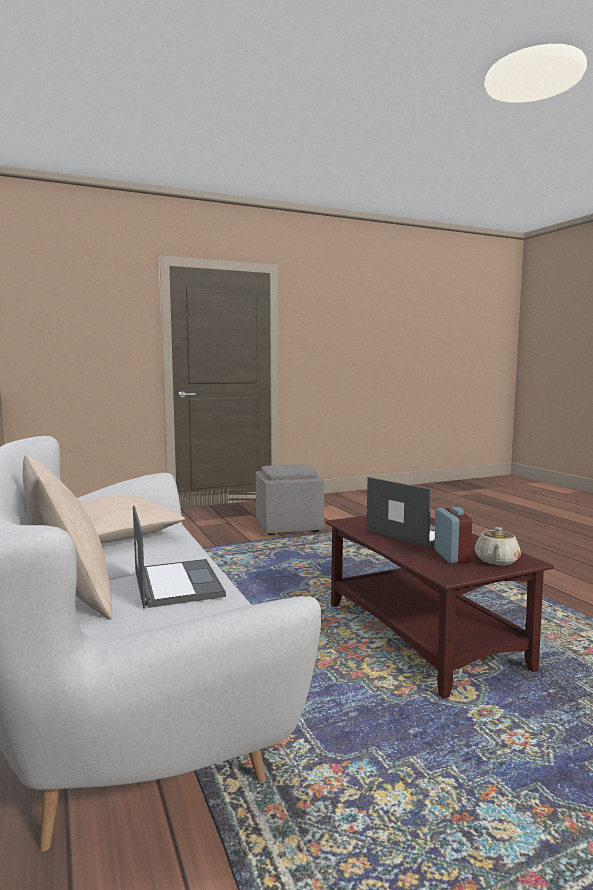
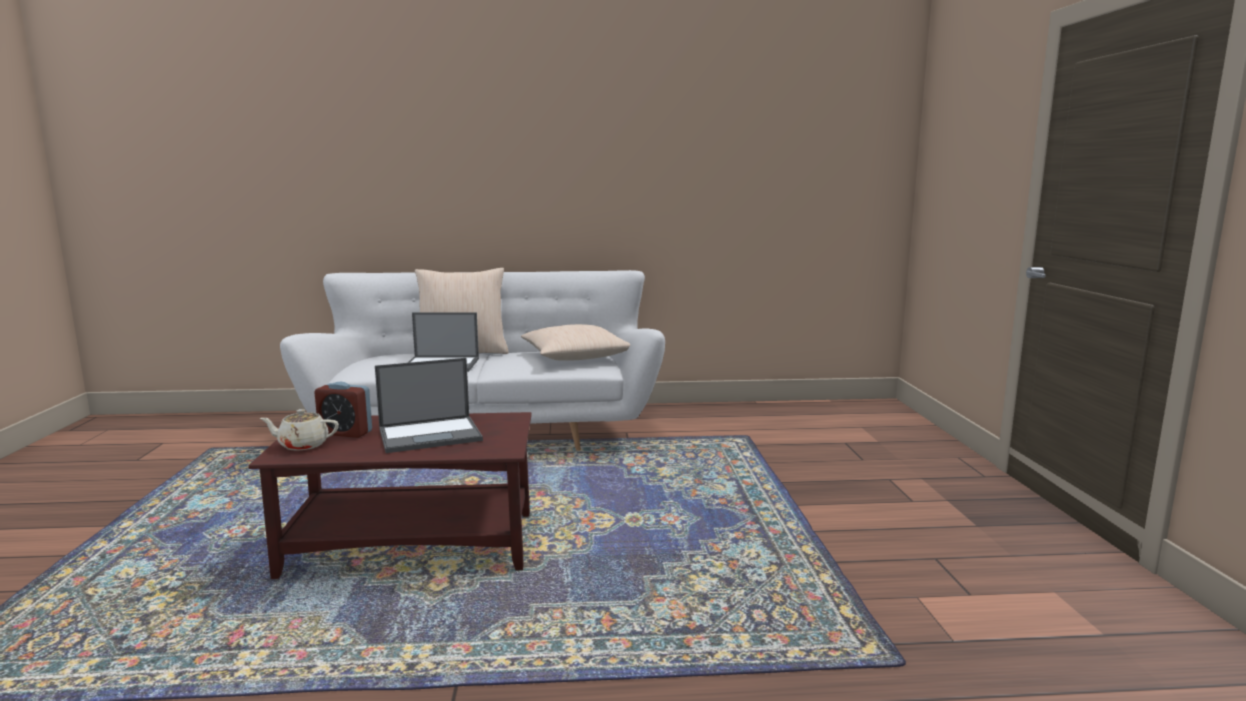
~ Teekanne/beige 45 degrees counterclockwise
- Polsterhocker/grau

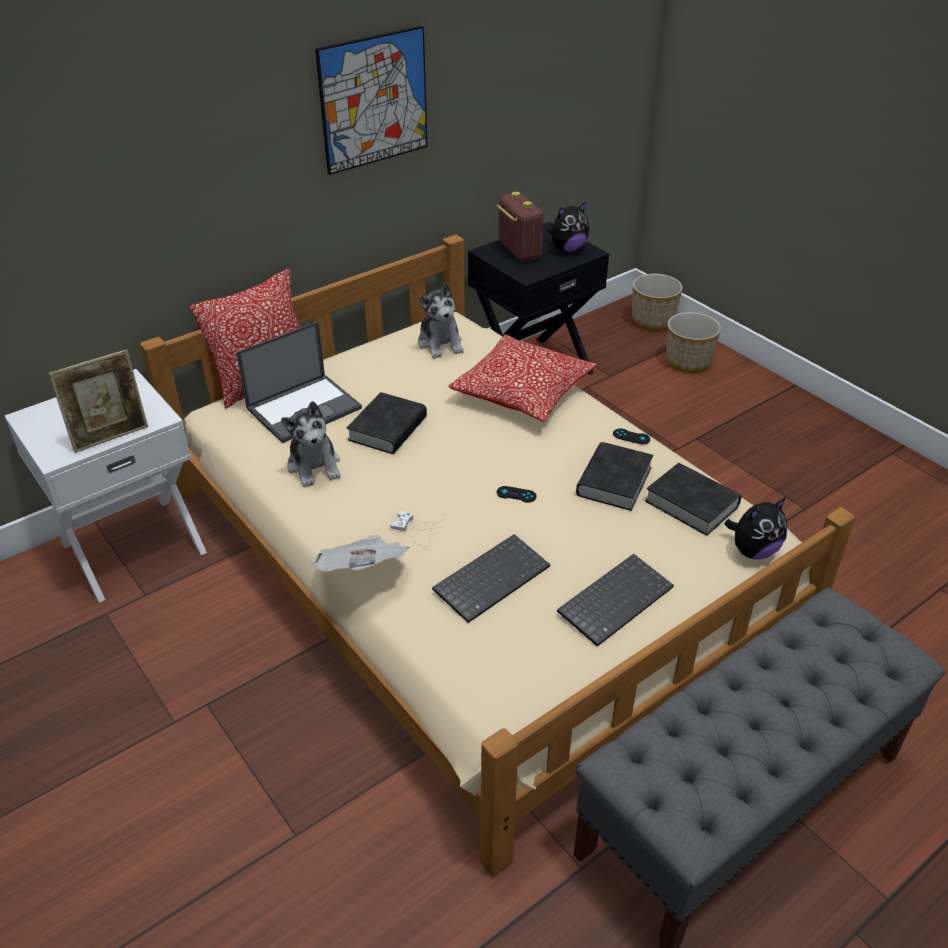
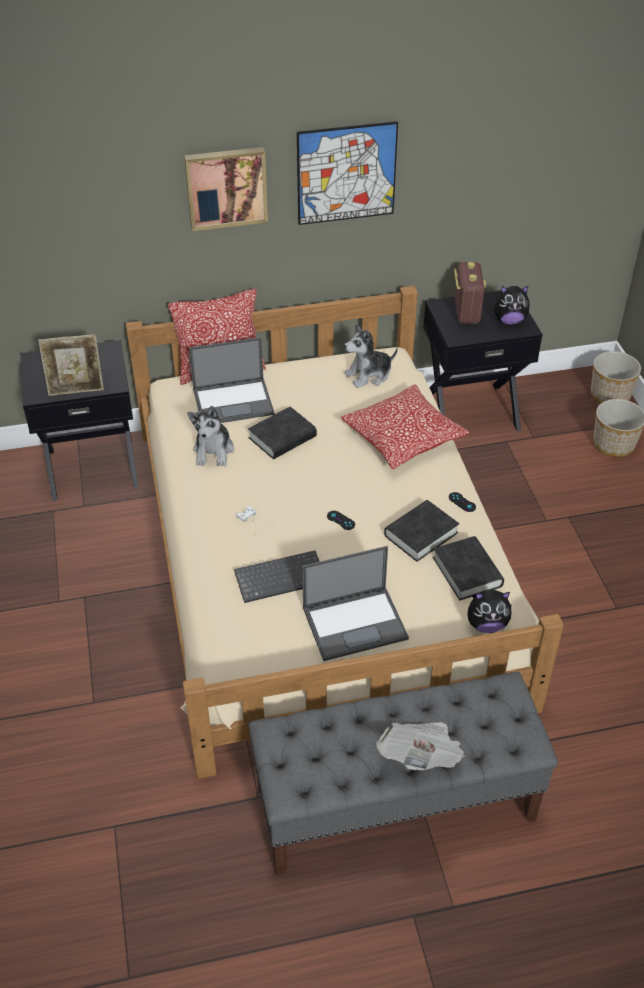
~ Nachttisch/weiß to Nachttisch/schwarz (1st from left)
+ Bild (1st from left)
~ Tastatur (2nd from left) to Laptop (2nd from left)
~ Plüschtier (2nd from left) 60 degrees clockwise
~ Zeitung

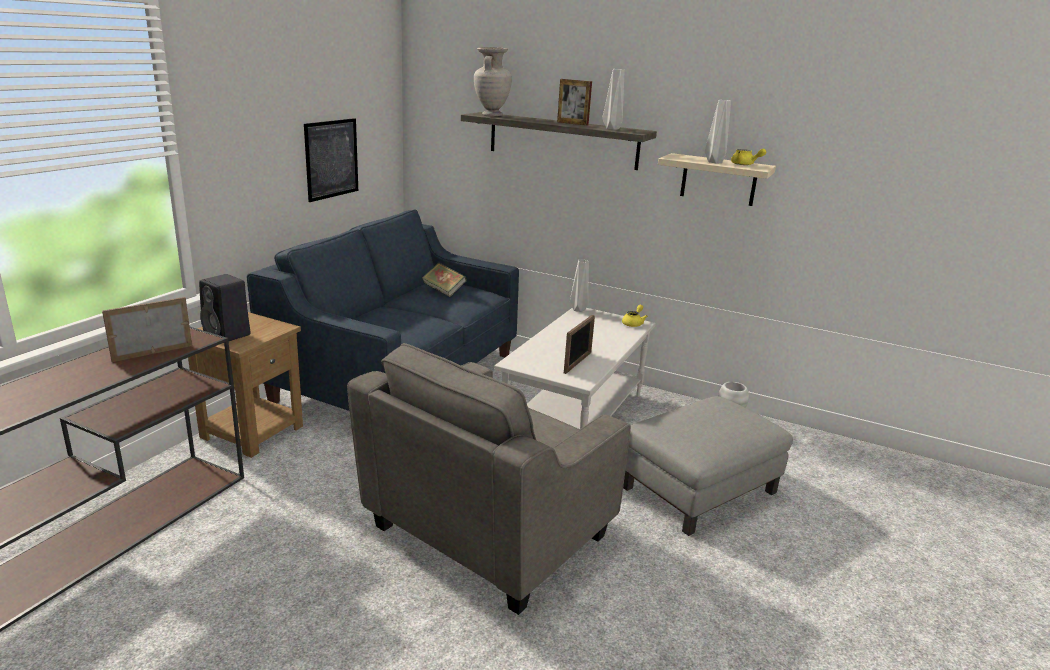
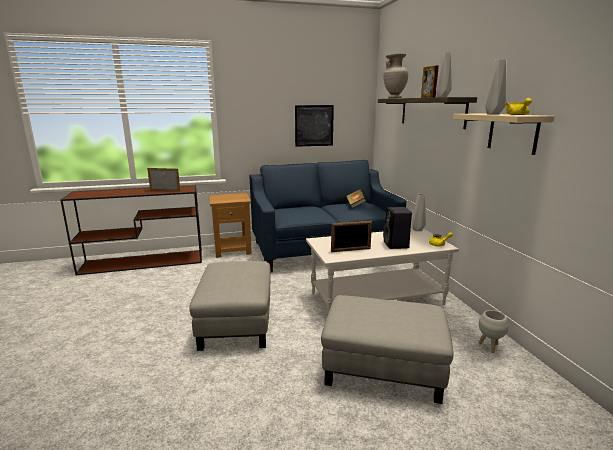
~ Sessel/grau to Polsterhocker/grau (1st from left)
~ Lautsprecher/schwarz

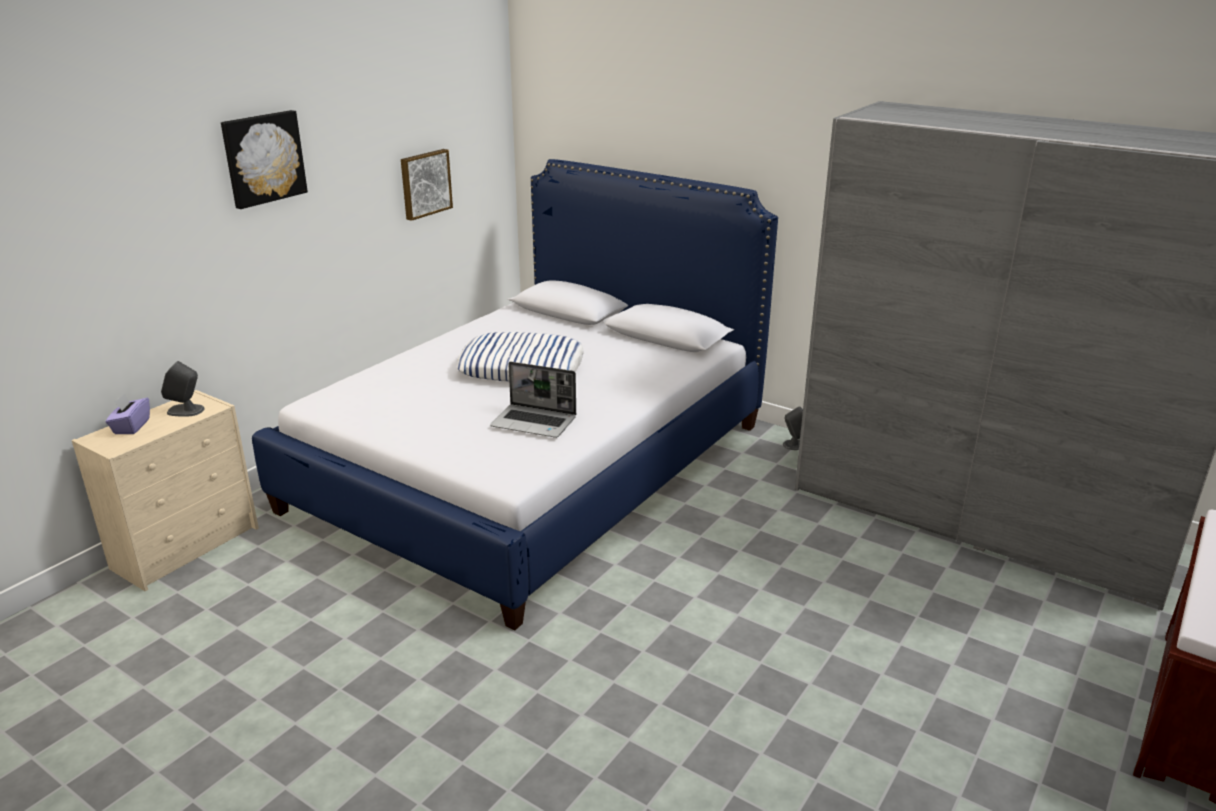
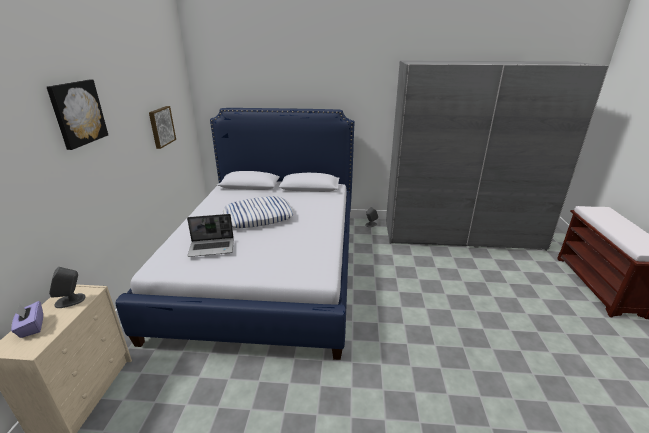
~ Laptop

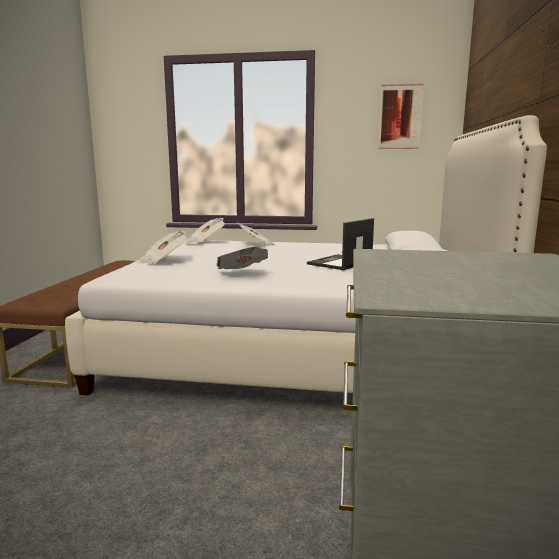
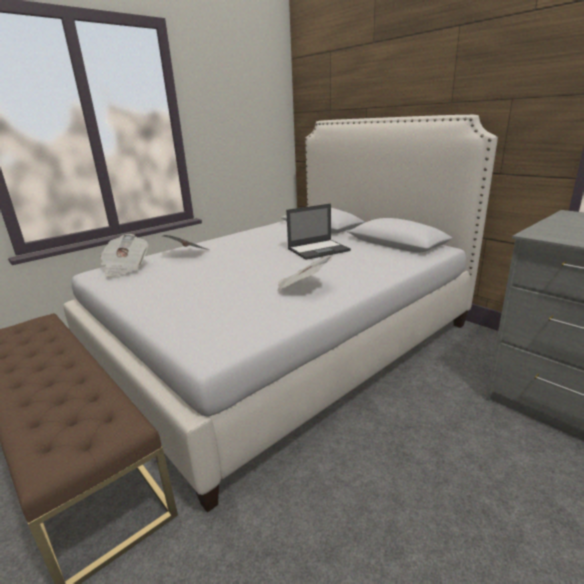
~ Laptop 105 degrees counterclockwise
- Zeitung (1st from left)
- Bild

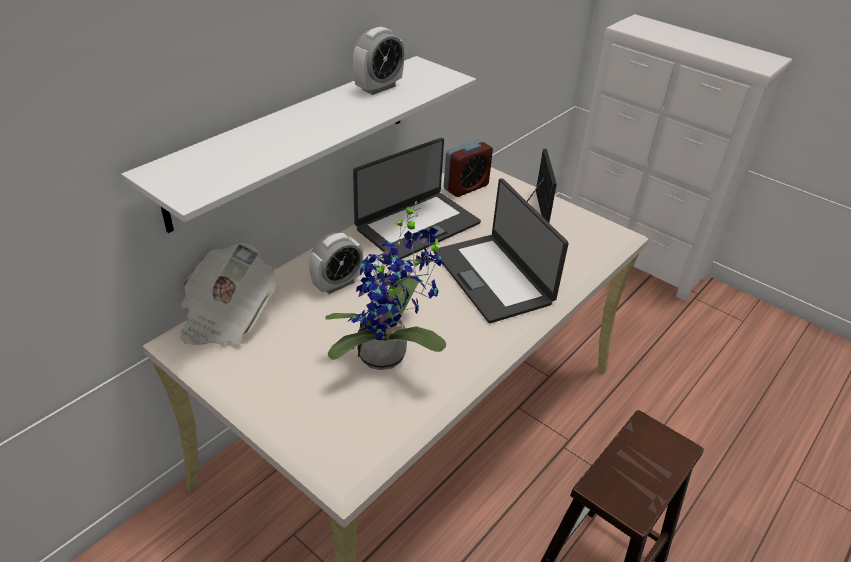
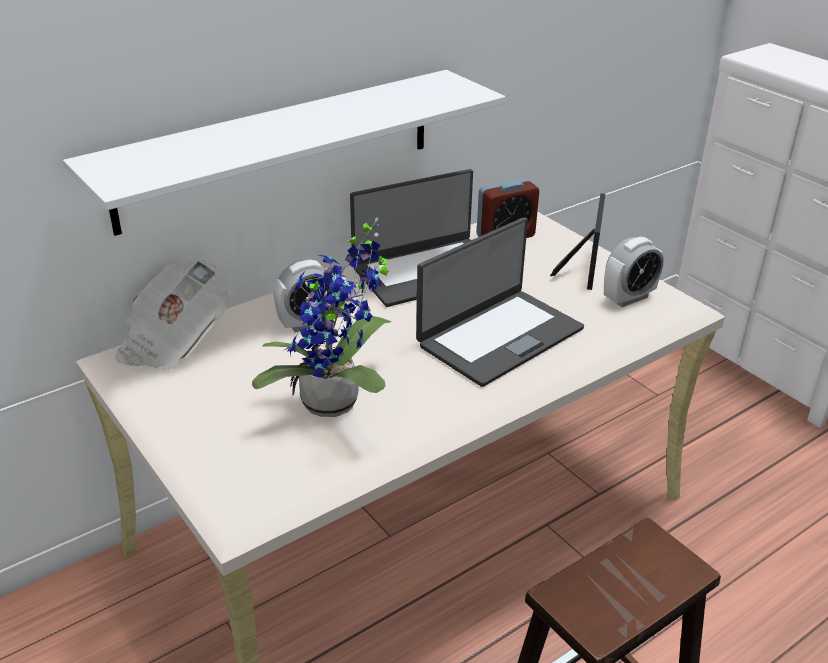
~ Laptop (2nd from left) 120 degrees counterclockwise
~ Wecker (2nd from left in the first image) to Wecker (3rd from left)

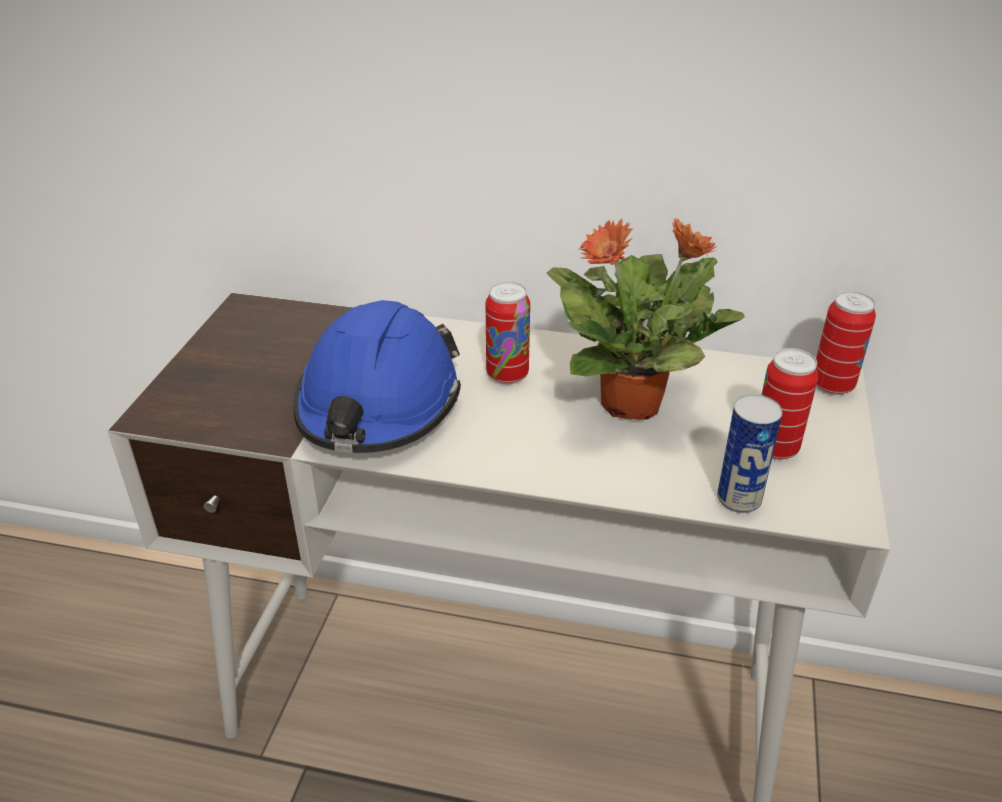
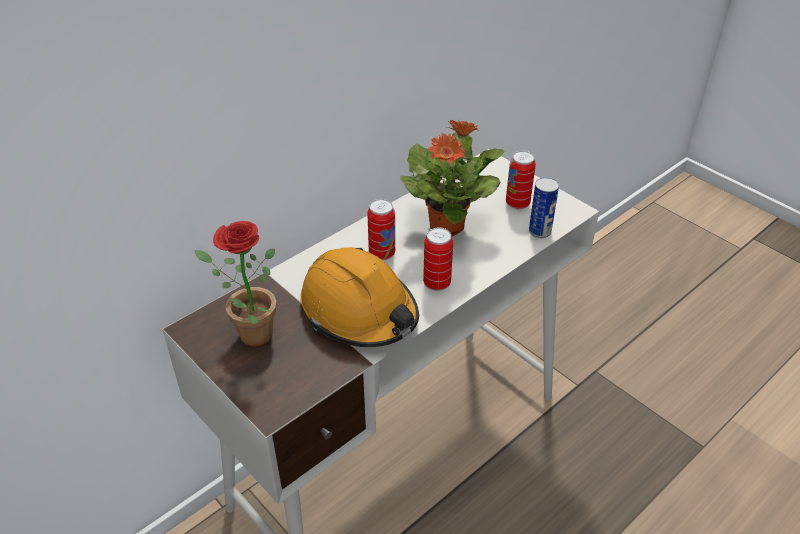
+ Topfpflanze (1st from left)
~ Schutzhelm/blau to Schutzhelm/orange
~ Dose (4th from left in the first image) to Dose (2nd from left)

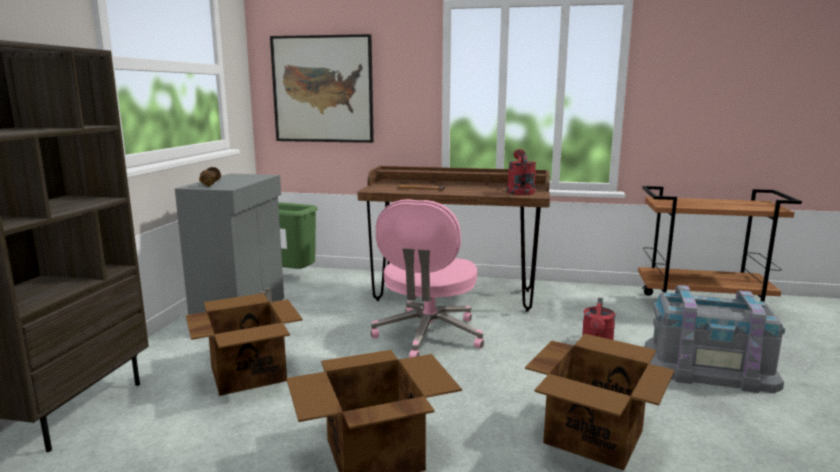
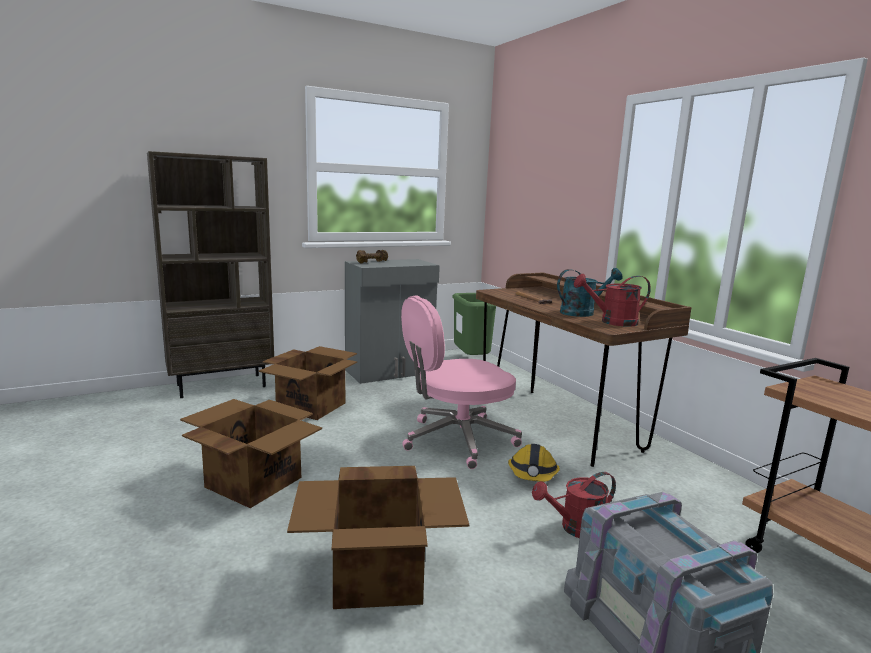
+ Schutzhelm
+ Gießkanne/türkis
~ Gießkanne/rot (1st from left in the first image) 150 degrees counterclockwise
- Bild

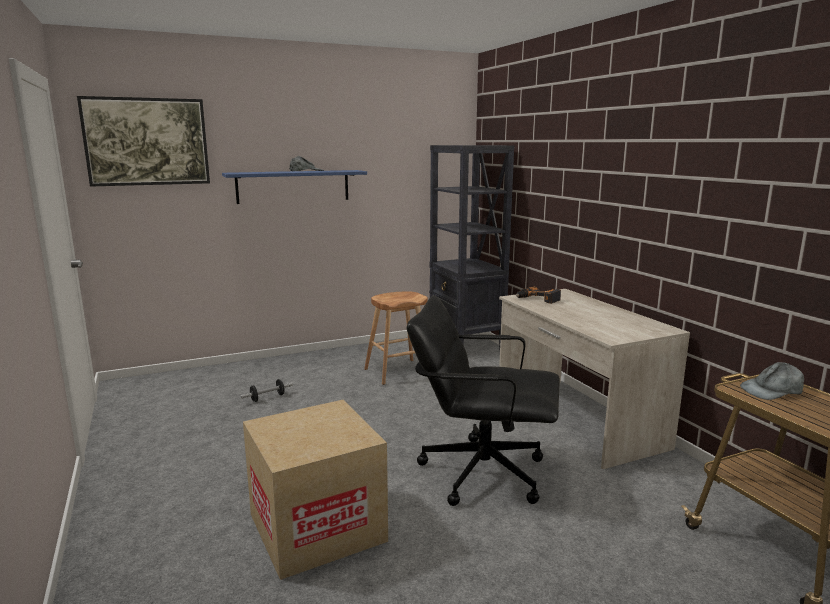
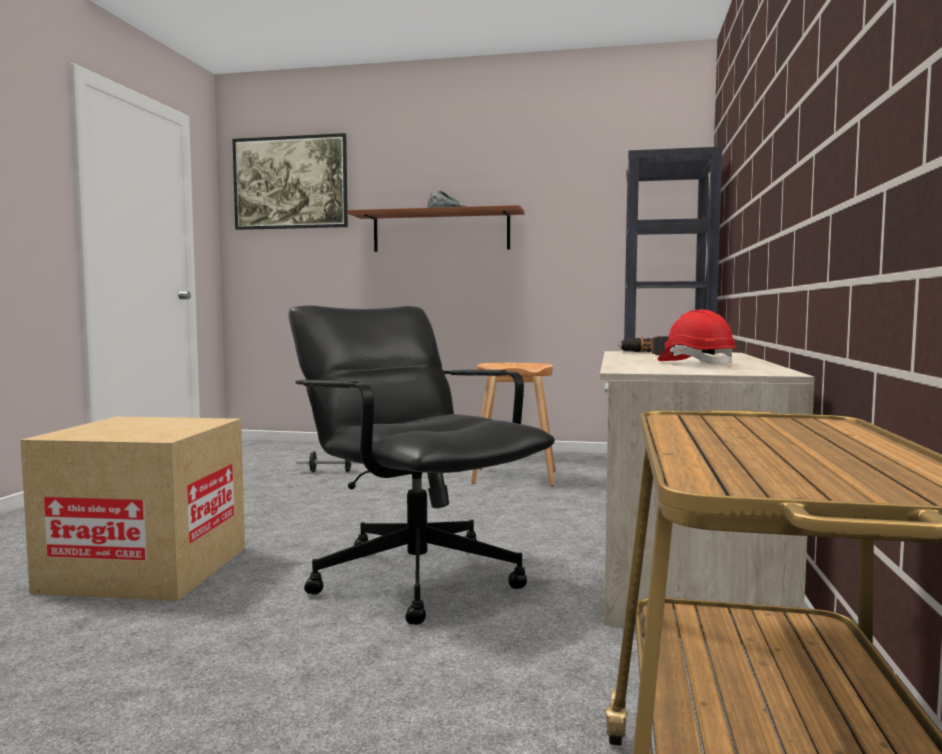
~ Wandregal/blau to Wandregal/braun
+ Schutzhelm/rot
- Kappe/grau (2nd from left)

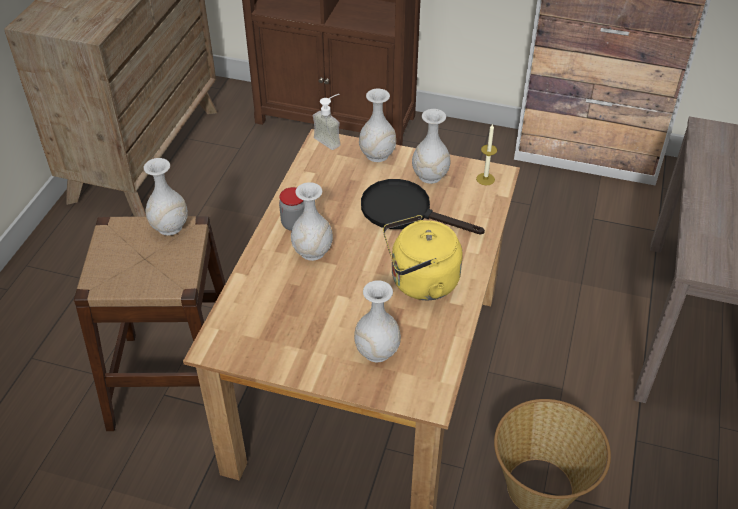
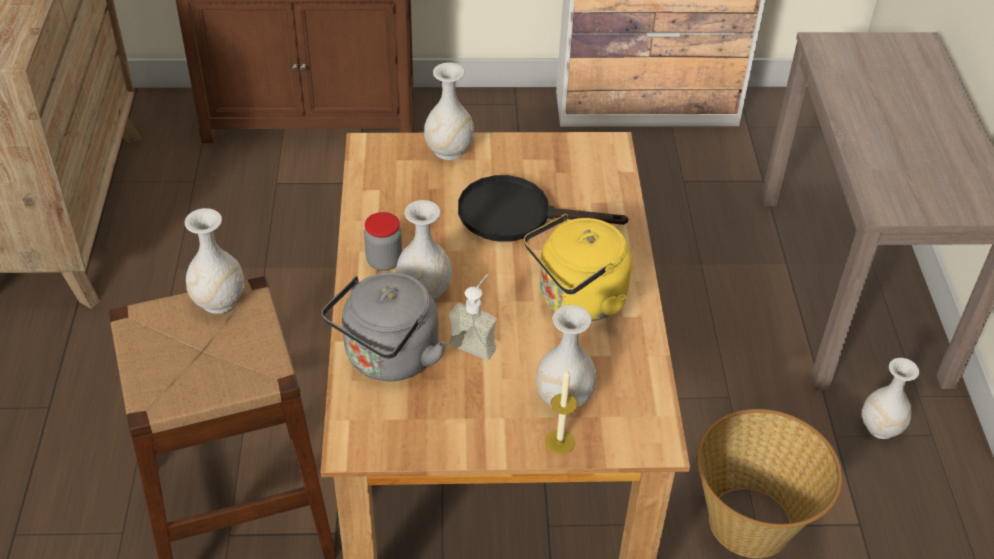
+ Wasserkessel/grau
~ Seifenspender
~ Kerze
~ Vase/weiß (5th from left)

